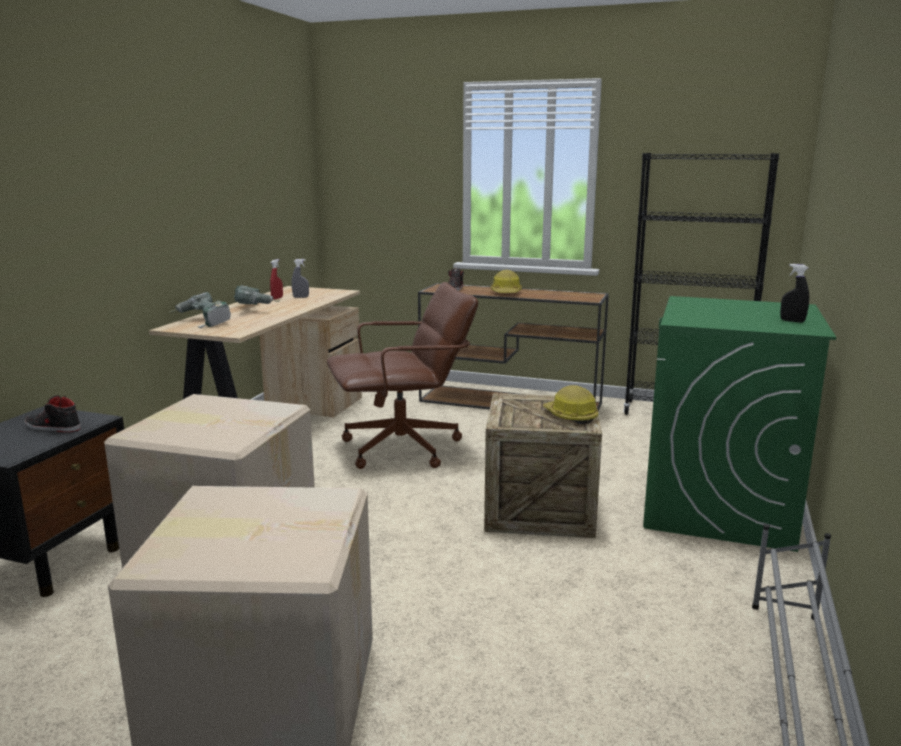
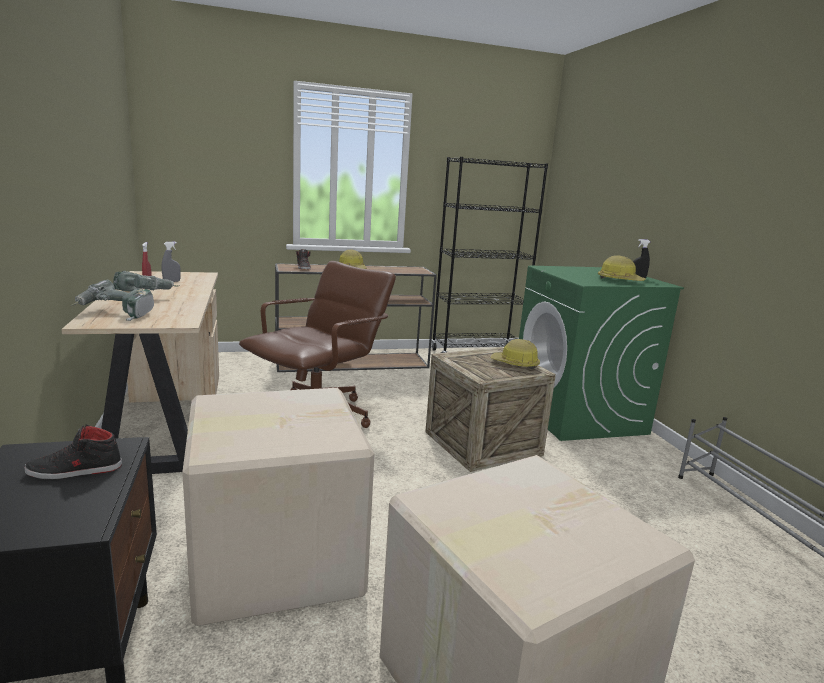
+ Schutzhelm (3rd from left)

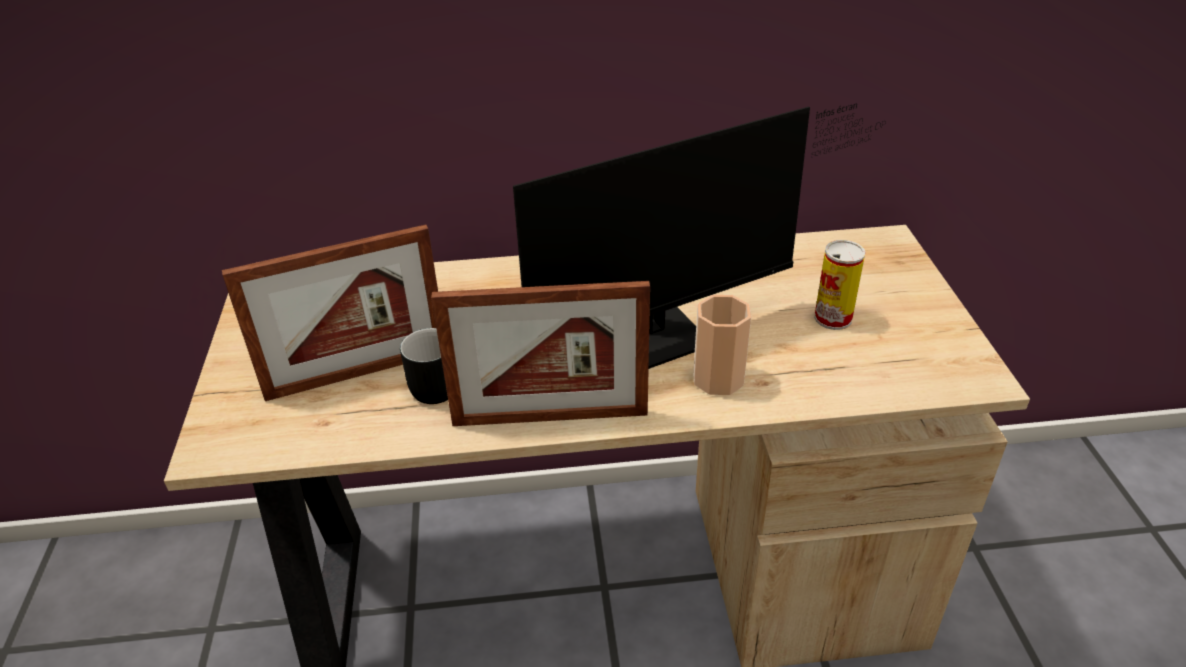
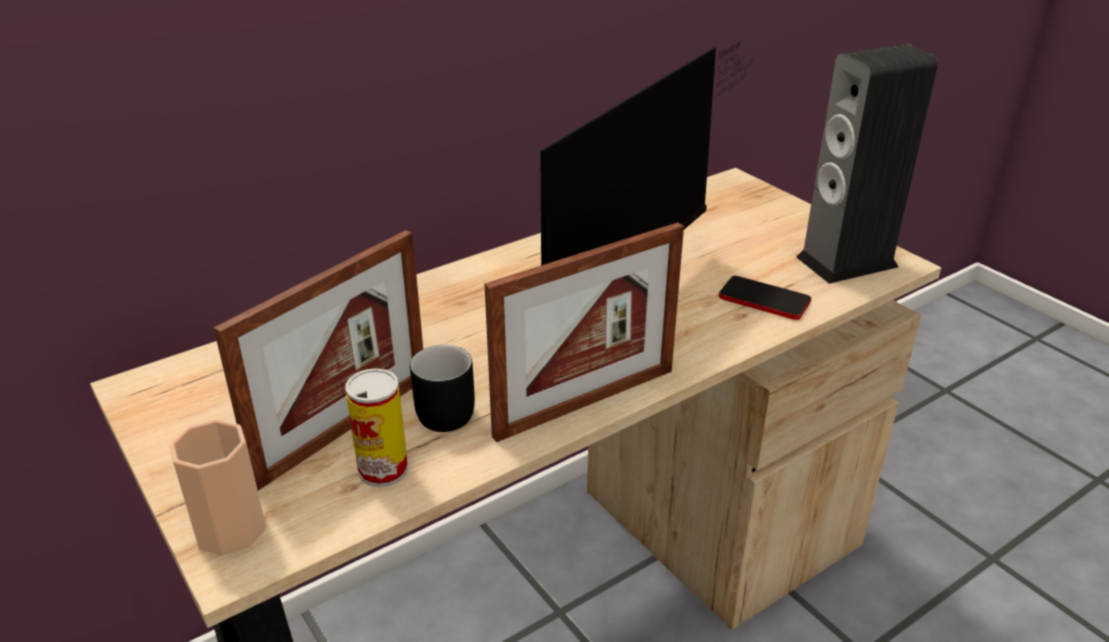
~ Tasse
~ Dose
+ Handy
+ Lautsprecher

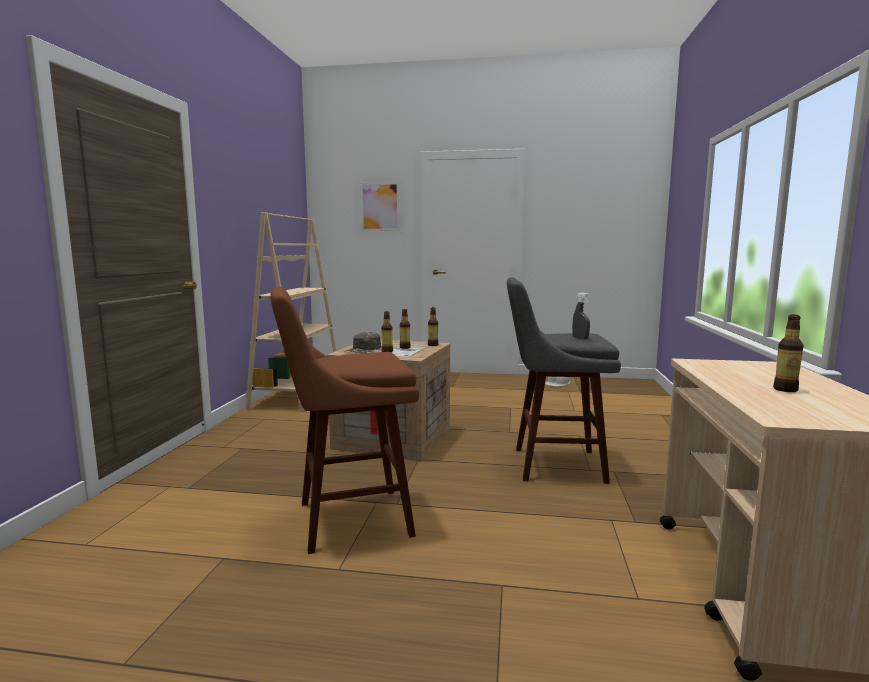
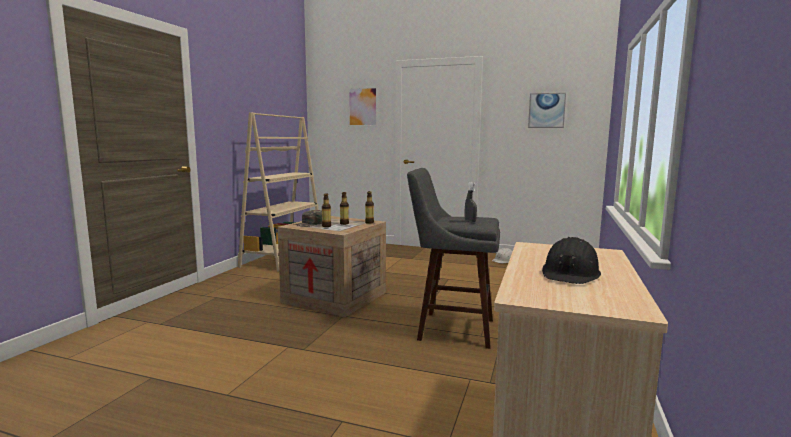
+ Bild (2nd from left)
~ Flasche (4th from left) to Schutzhelm/schwarz
- Hocker/braun

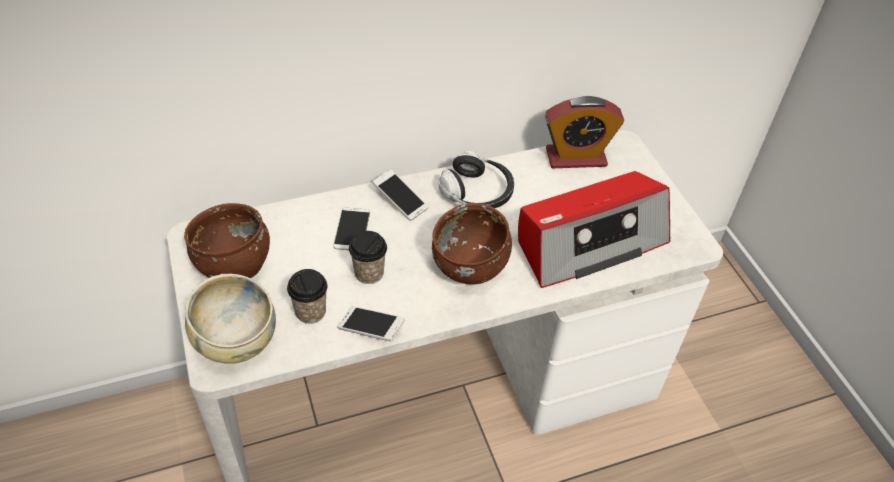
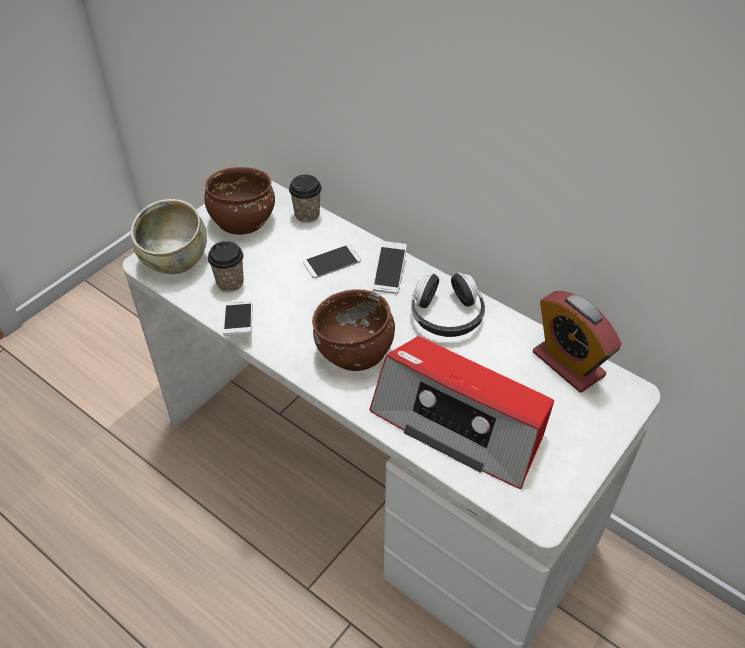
~ Tasse (2nd from left)

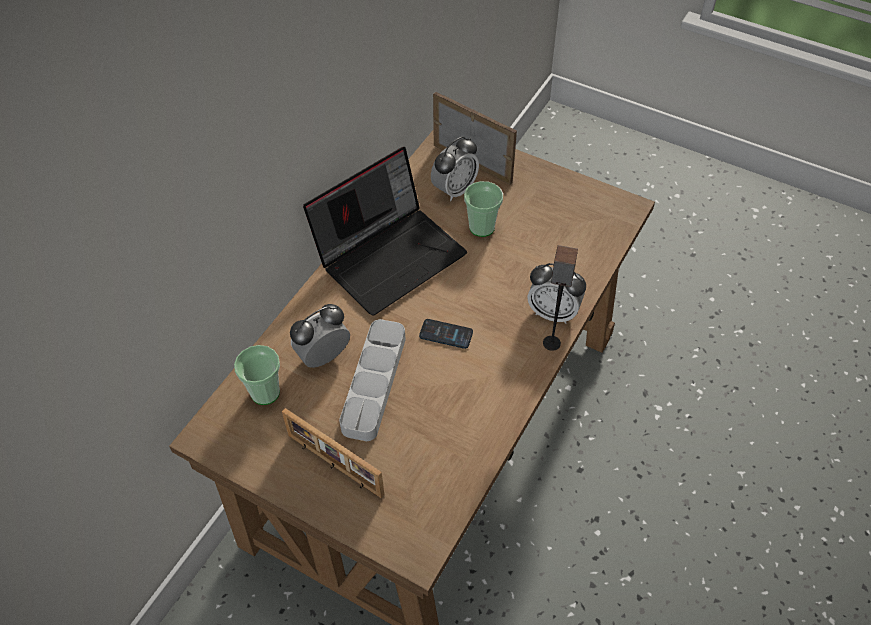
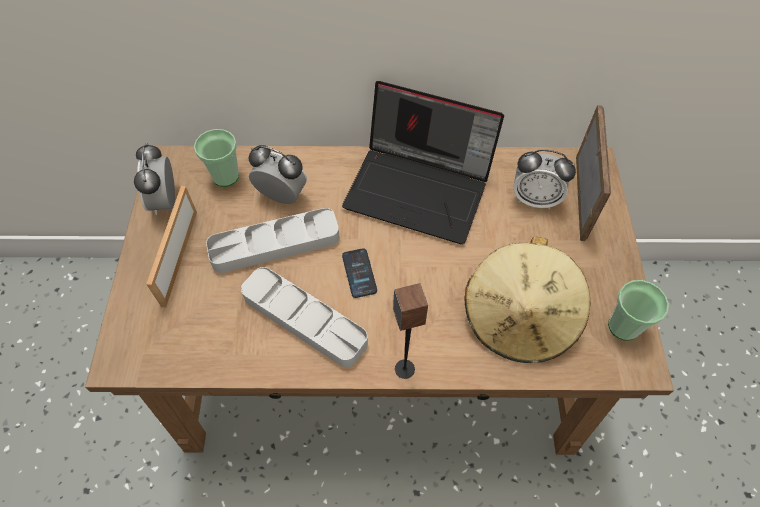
~ Wecker (3rd from left in the first image) to Wecker (1st from left)
+ Tablett/grau (2nd from left)
+ Hut/beige
~ Tasse (2nd from left)

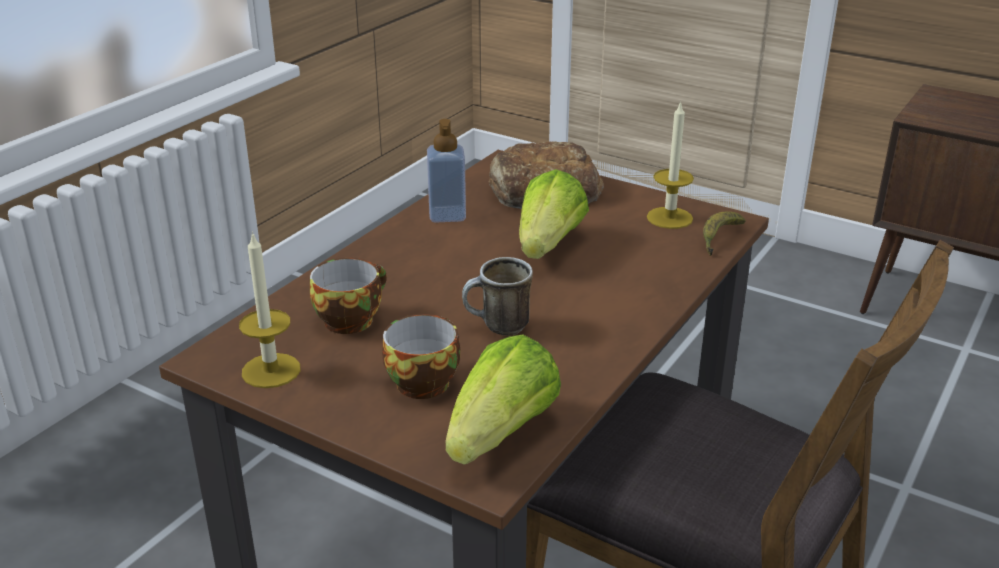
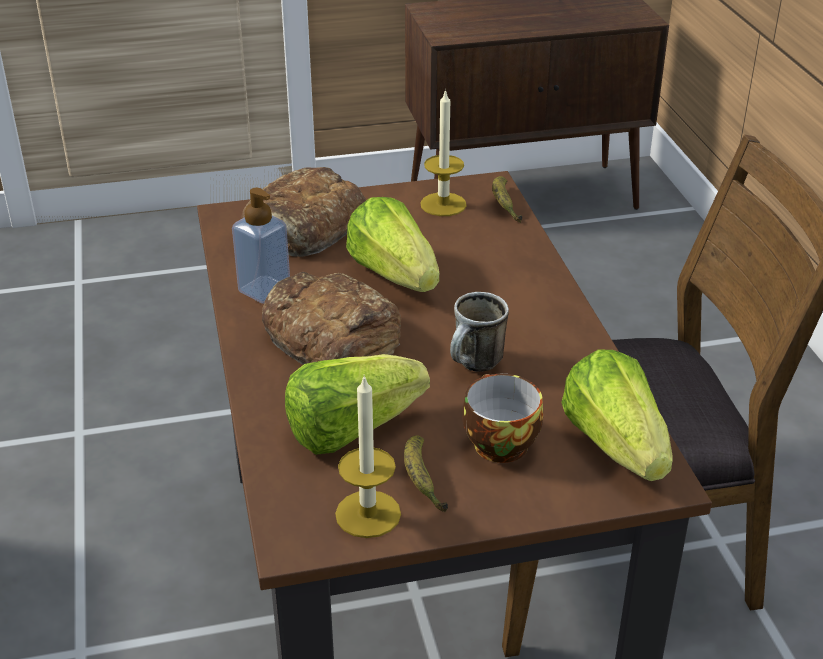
+ Brot (2nd from left)
~ Tasse (1st from left) to Salatkopf (1st from left)
+ Banane (1st from left)

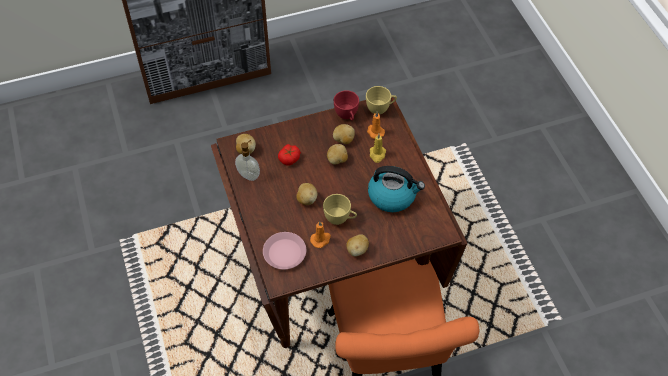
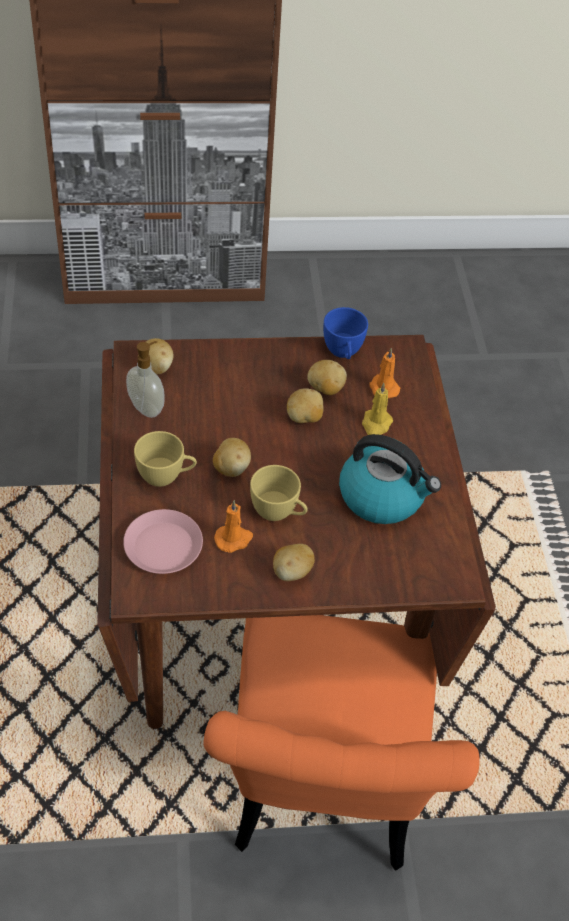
~ Tasse/gelb (2nd from left in the first image) to Tasse/gelb (1st from left)
~ Tasse/rot to Tasse/blau
- Tomate

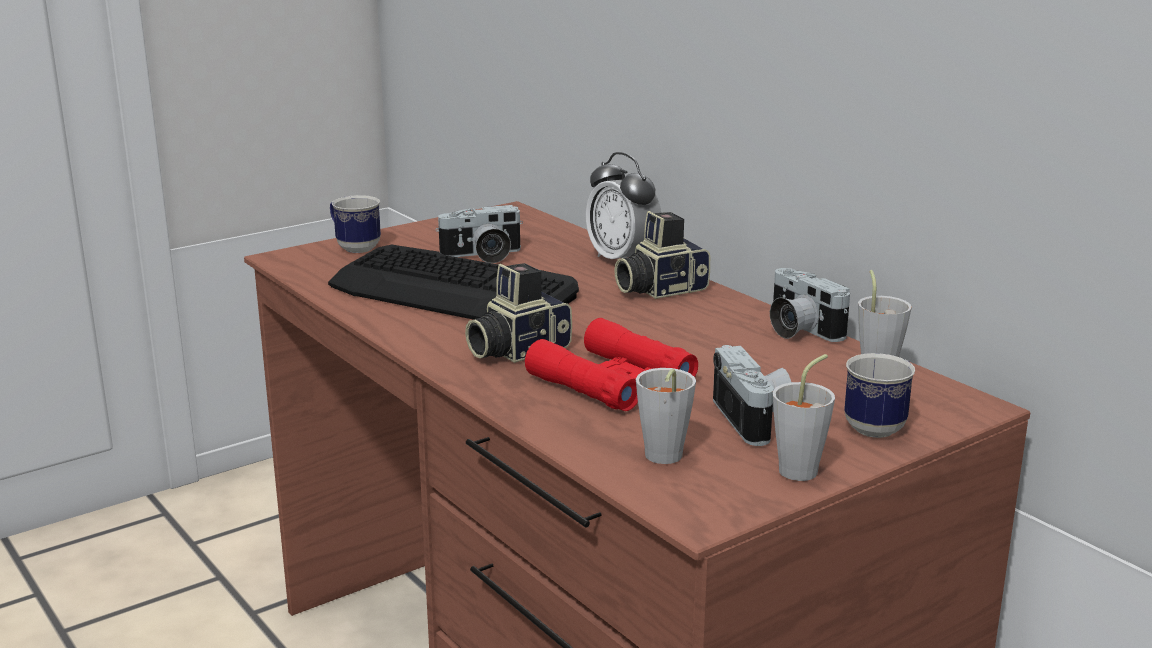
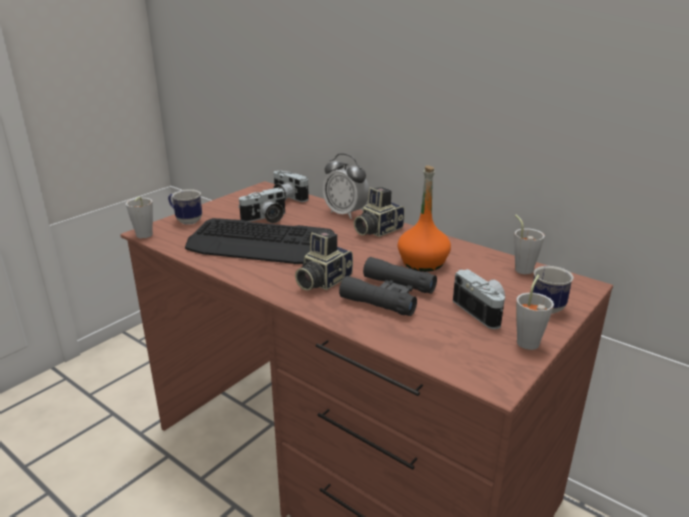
~ Tasse/grau (1st from left)
~ Kamera (5th from left in the first image) to Kamera (2nd from left)
~ Fernglas/rot to Fernglas/schwarz
+ Flasche/orange

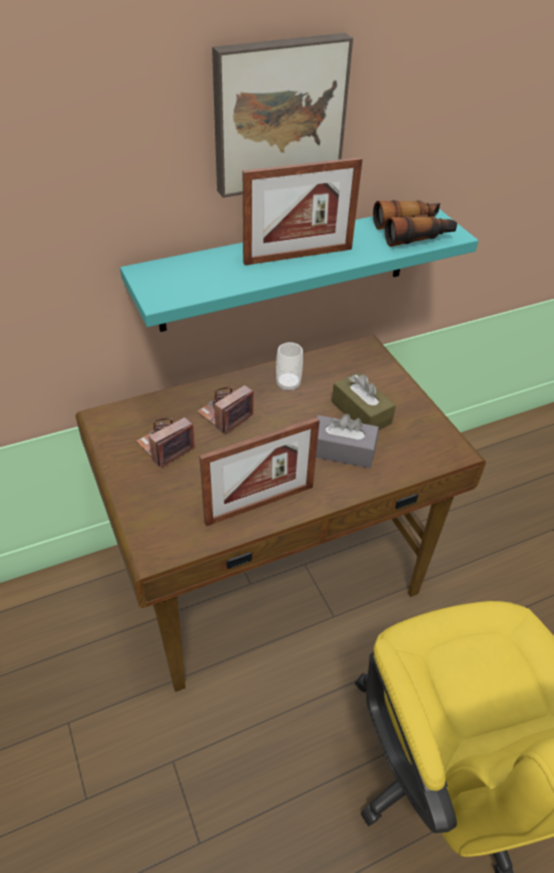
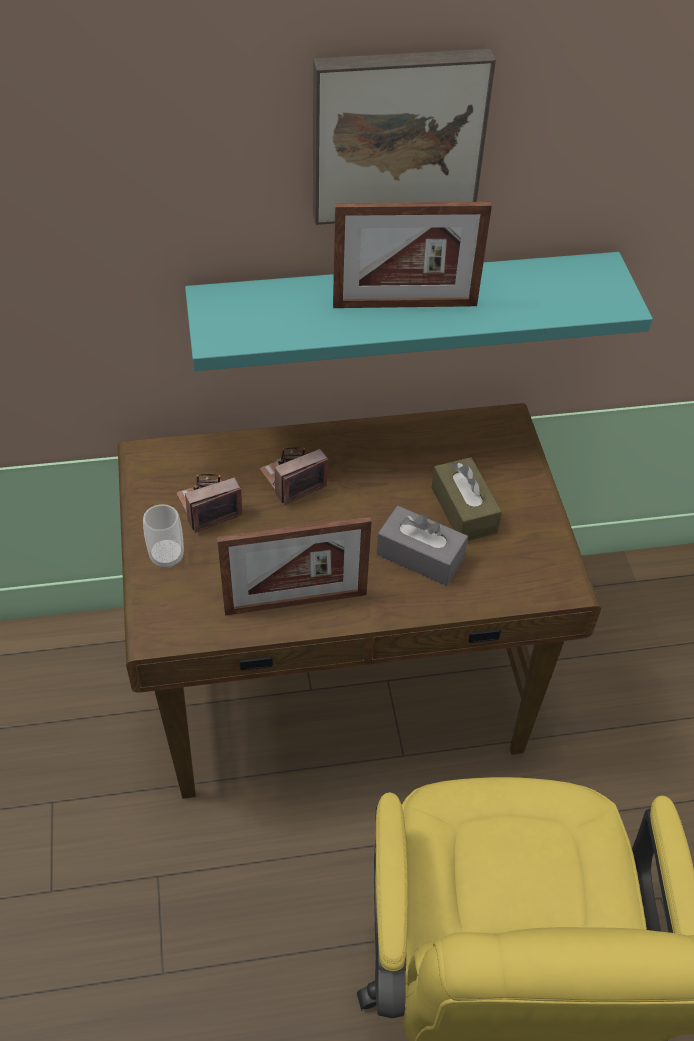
~ Tasse
- Fernglas

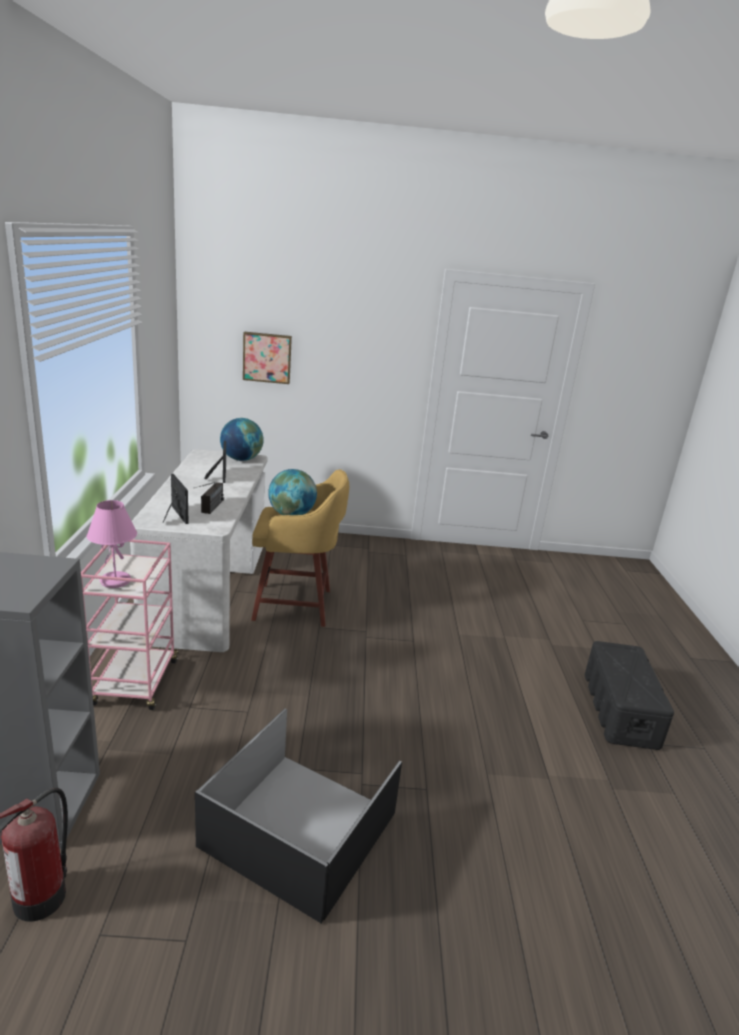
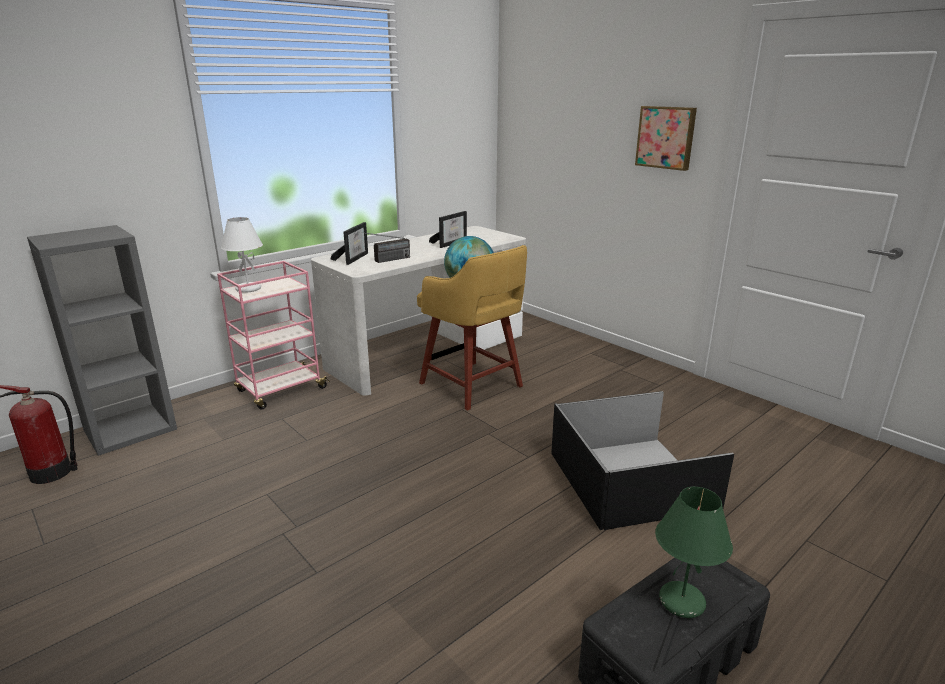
~ Tischlampe/rosa to Tischlampe/weiß
~ Aufbewahrungsbox/schwarz (1st from left)
~ Bild
+ Tischlampe/grün
- Globus (1st from left)

